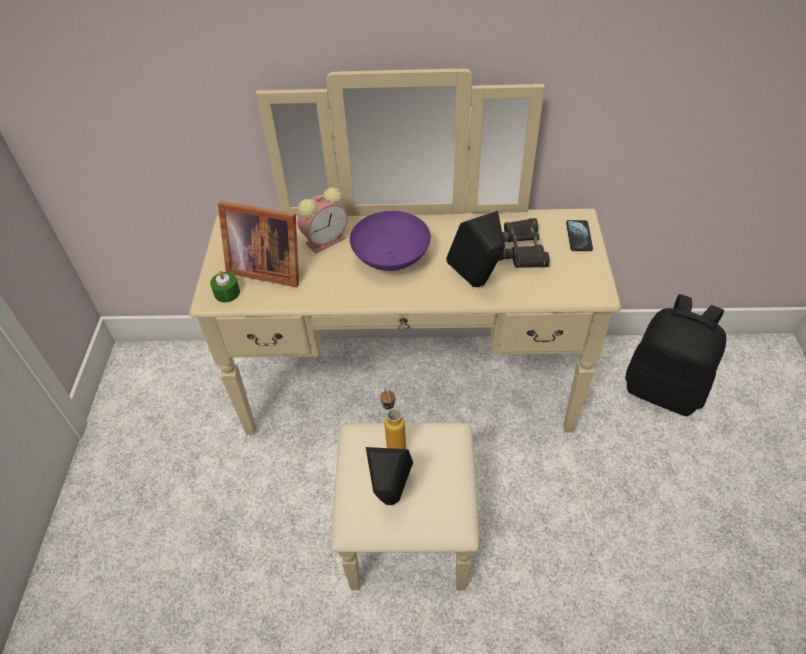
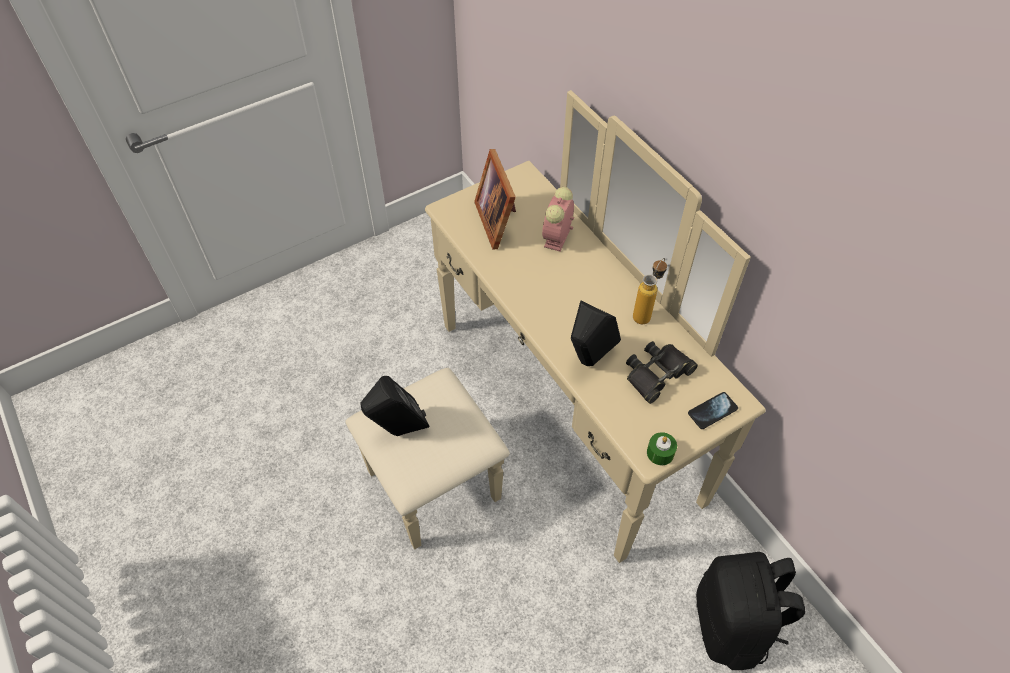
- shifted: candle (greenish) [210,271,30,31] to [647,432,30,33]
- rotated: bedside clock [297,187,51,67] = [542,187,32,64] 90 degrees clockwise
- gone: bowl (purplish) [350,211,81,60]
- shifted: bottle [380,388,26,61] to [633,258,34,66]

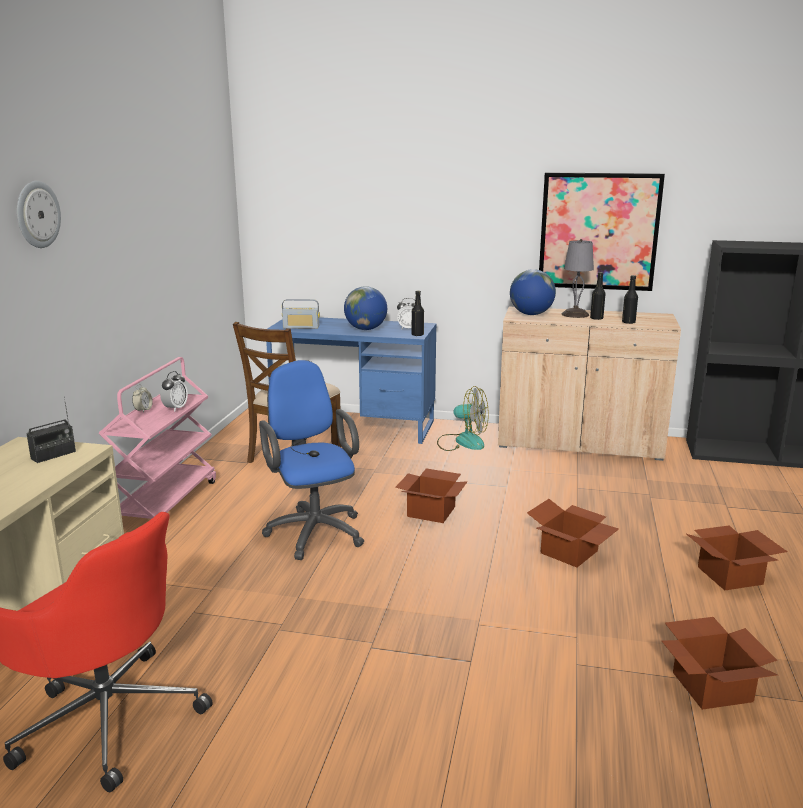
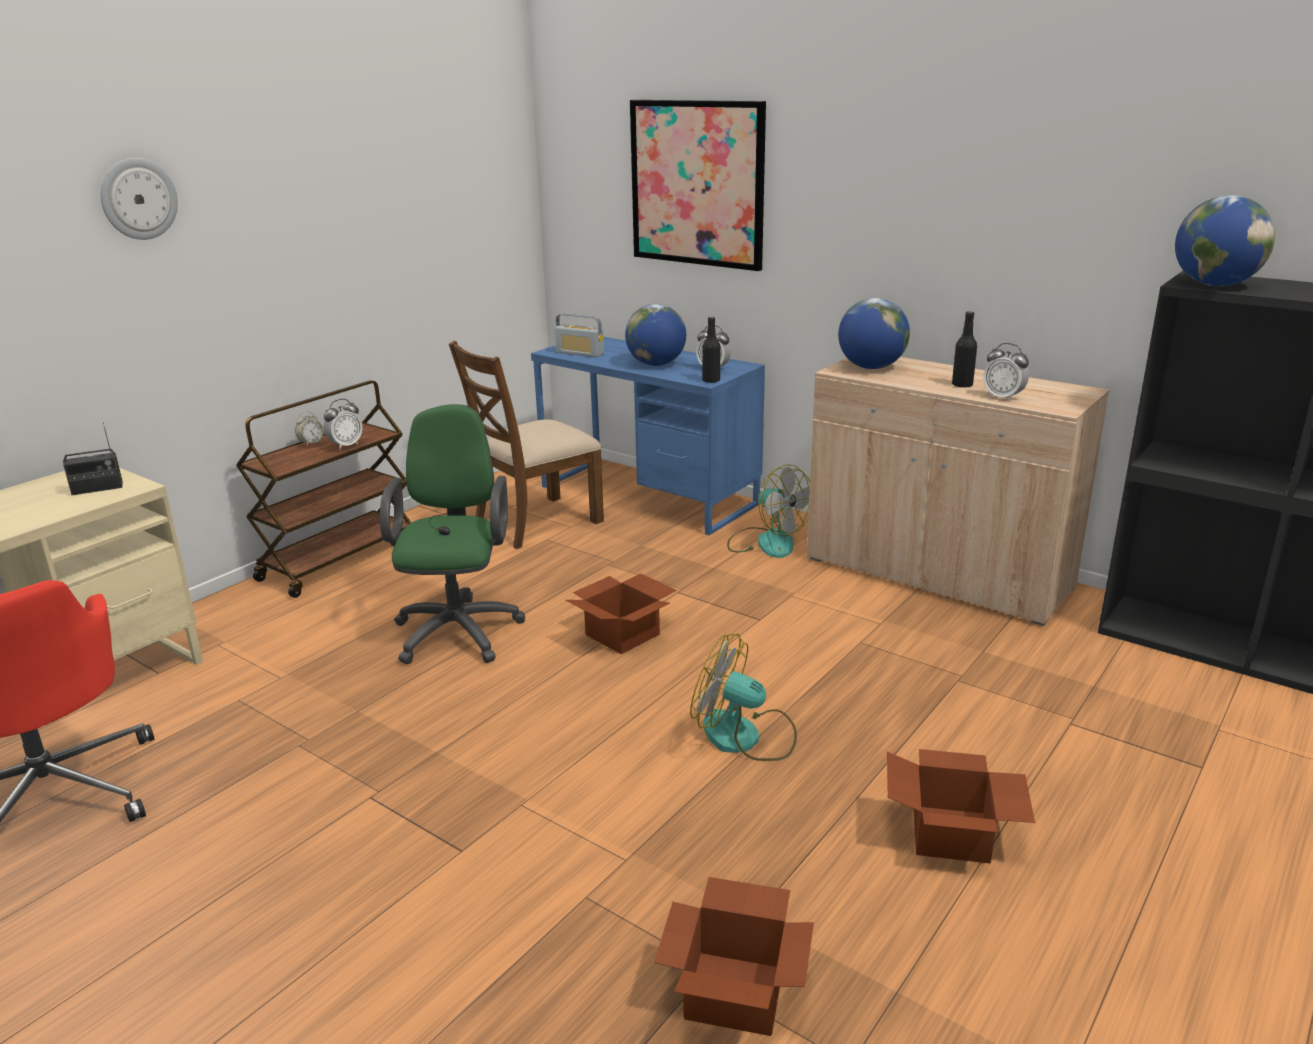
- repainted: wheeled cart (pinkish) [99,357,117,162] to wheeled cart (brownish) [236,380,175,218]
- repainted: computer chair (bluish) [259,360,105,200] to computer chair (greenish) [380,404,146,260]
- swapped: cardboard box [527,499,92,68] to fan [690,634,107,127]
- shifted: wall art [539,172,126,119] to [630,100,136,171]
- gone: tabletop lamp (grey) [562,239,32,79]
- swapped: bottle (black) [622,275,16,49] to bedside clock [983,343,46,59]
- new: globe [1175,195,100,91]

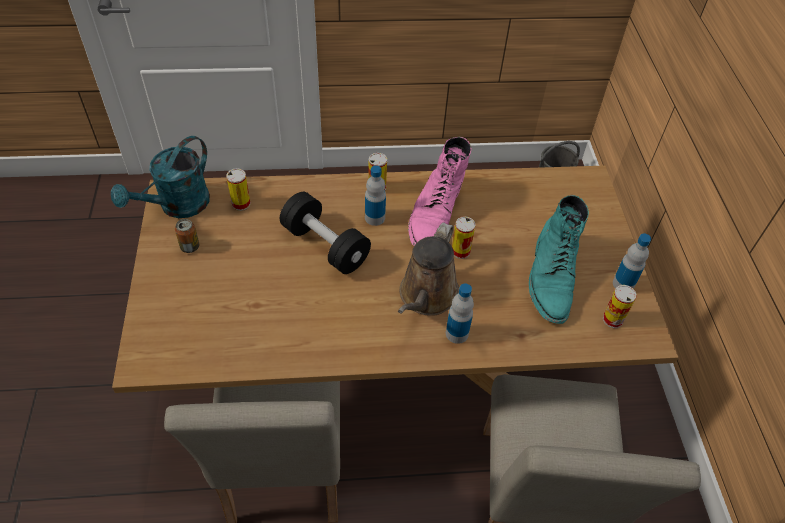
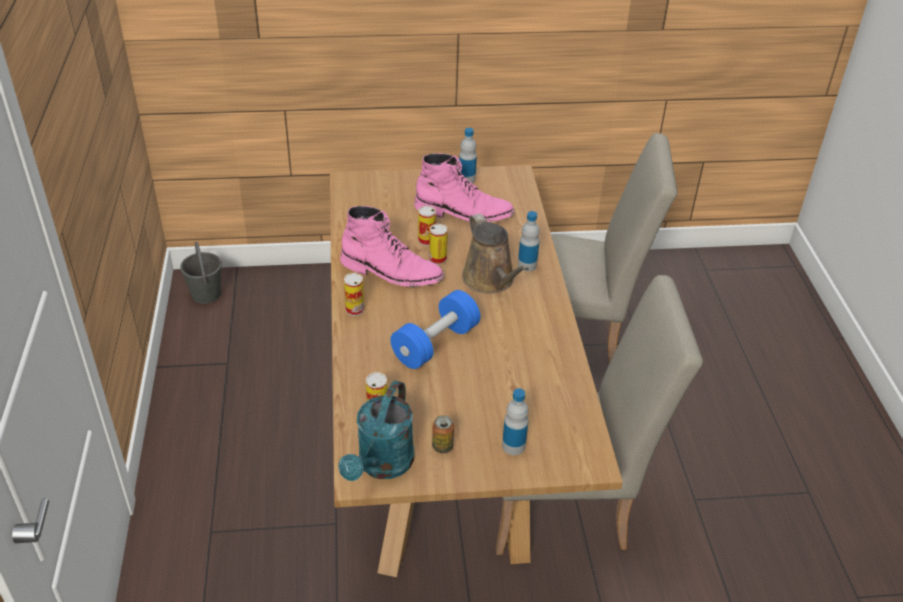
- rotated: watering pot (turquoise-coloured) [111,136,99,82] = [338,380,76,101] 75 degrees clockwise
- repainted: free weight (black) [280,192,91,82] to free weight (bluish) [390,290,90,79]
- shifted: bottle [365,165,21,61] to [502,388,26,67]
- rotated: watering pot (brownish) [398,222,61,94] = [462,213,67,81] 45 degrees clockwise
- repainted: boot (turquoise-coloured) [529,195,60,129] to boot (pinkish) [414,153,100,70]
- shifted: metal can [603,285,34,43] to [418,206,18,40]

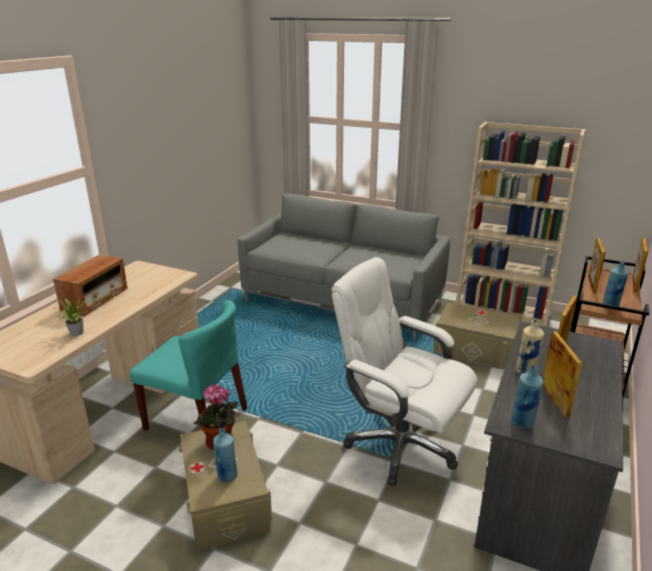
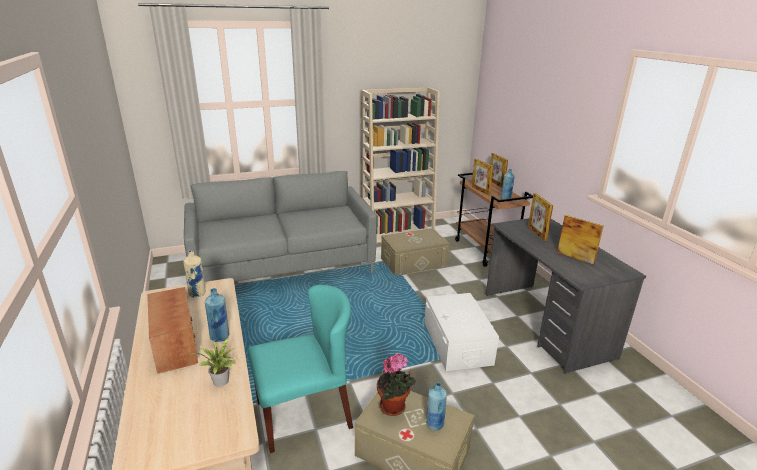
- swapped: computer chair (white) [332,257,146,229] to storage box (white) [424,293,75,78]
- shifted: bottle (bluish) [511,366,33,63] to [205,288,24,54]
- shifted: bottle (beige) [516,320,28,54] to [183,250,23,47]

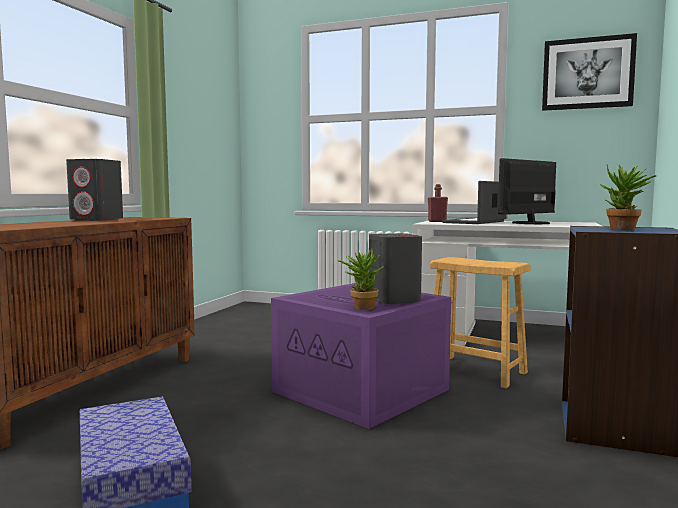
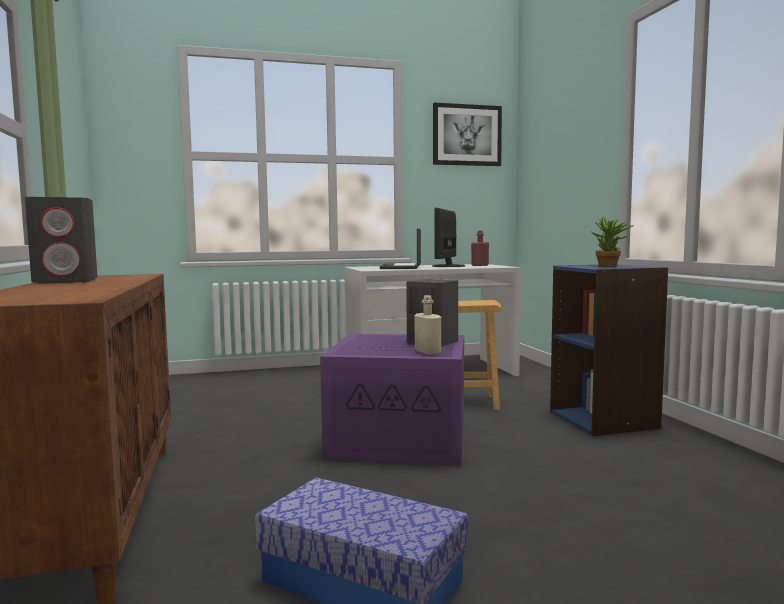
- swapped: plant in a pot [337,250,47,60] to bottle (beige) [414,295,27,60]
- shifted: bottle (red-coloured) [428,184,20,38] to [471,230,18,36]

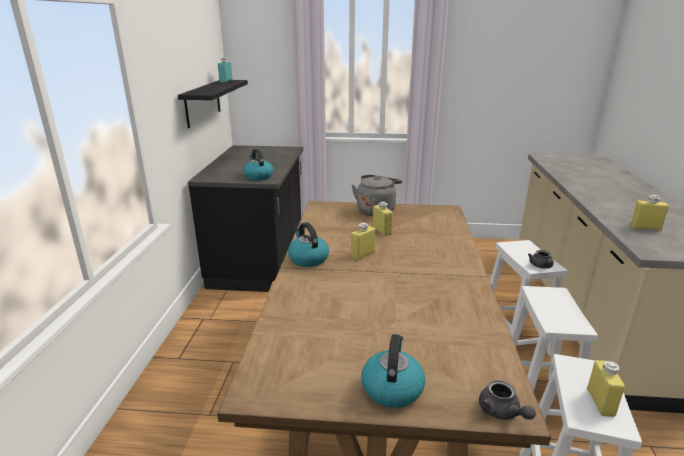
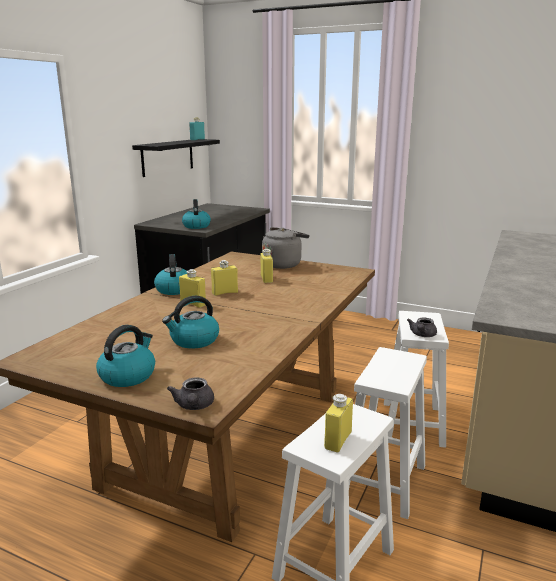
- shifted: bottle (yellowish) [630,195,39,36] to [179,269,27,39]
- new: water kettle [162,296,57,53]

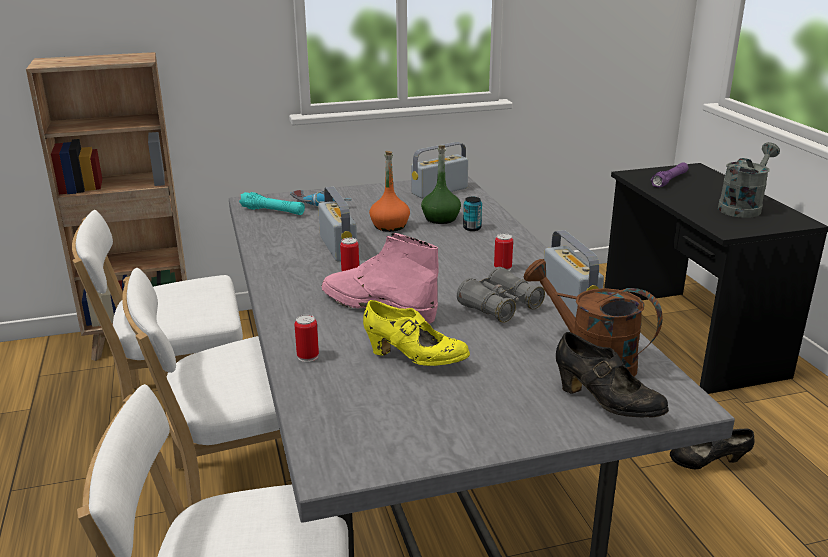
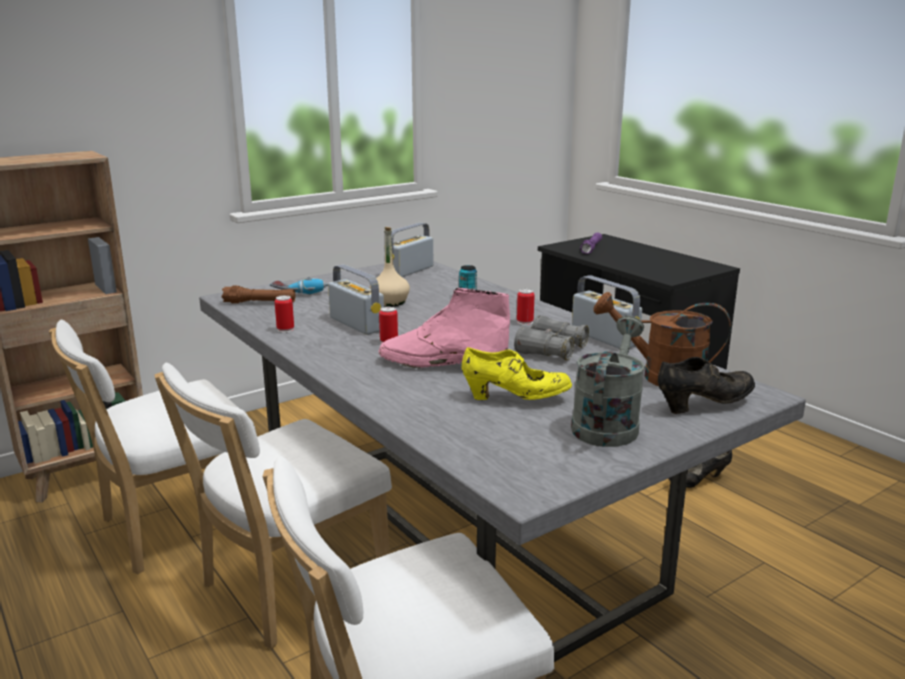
- repainted: flashlight (turquoise-coloured) [239,192,66,23] to flashlight (brownish) [221,286,74,17]
- shifted: metal can [294,315,25,47] to [275,295,19,38]
- repainted: bottle (orangey) [369,151,41,81] to bottle (beige) [370,227,40,80]
- gone: bottle (greenish) [421,145,40,79]
- rotated: low shoe (black) [556,332,113,85] = [658,357,97,57] 45 degrees counterclockwise
- shifted: watering pot (grey) [718,142,62,76] to [571,316,74,131]

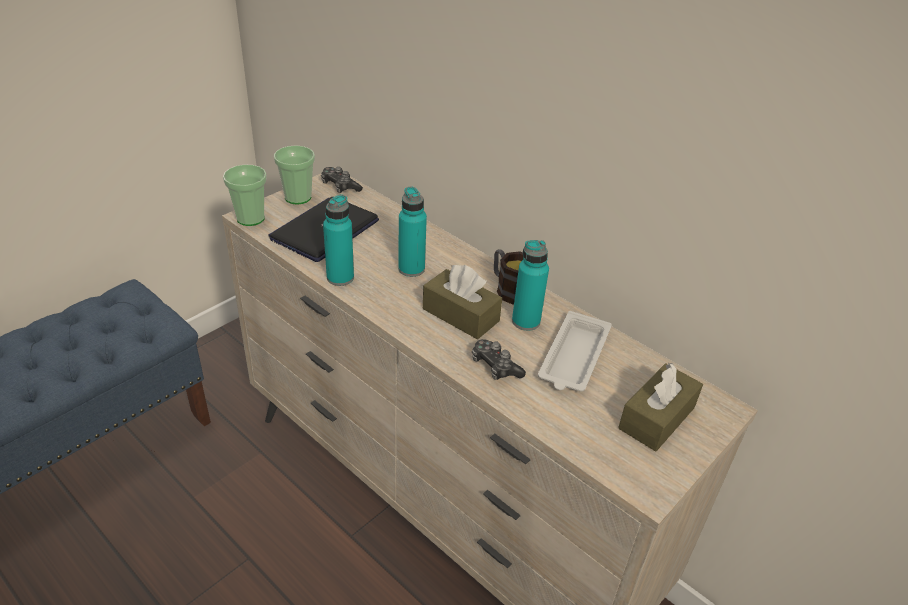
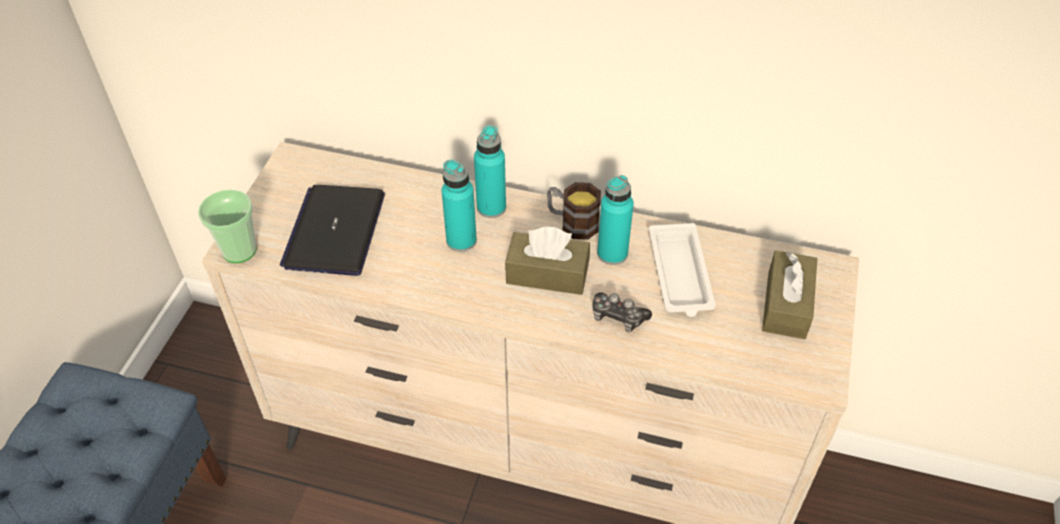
- gone: small cup [274,145,41,60]
- gone: game controller [321,167,42,26]
- shifted: bottle (turquoise-coloured) [323,195,31,91] to [474,125,32,93]

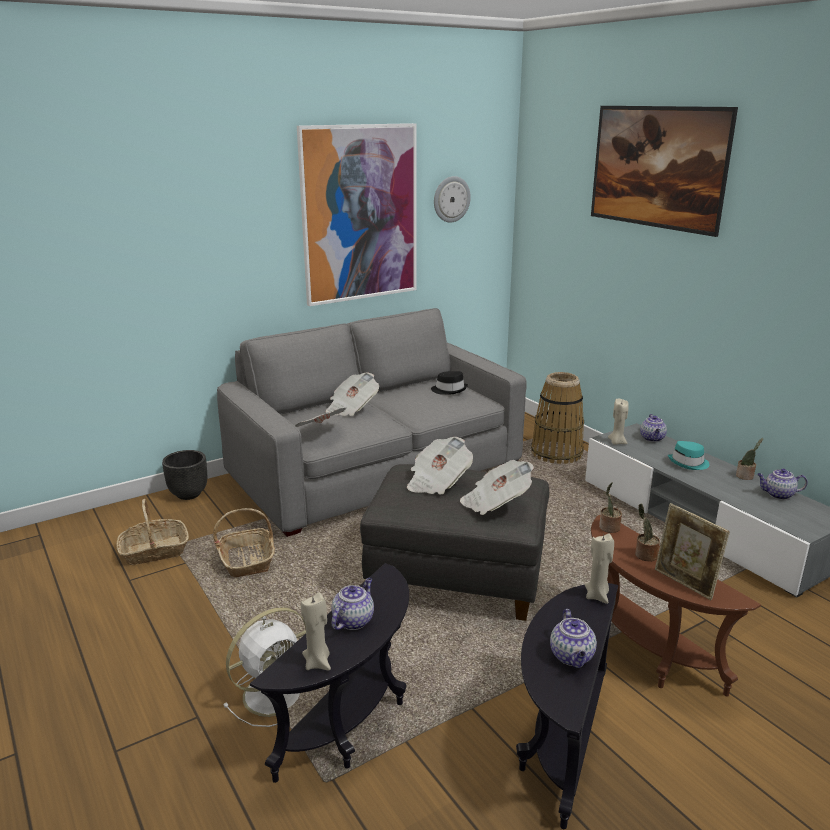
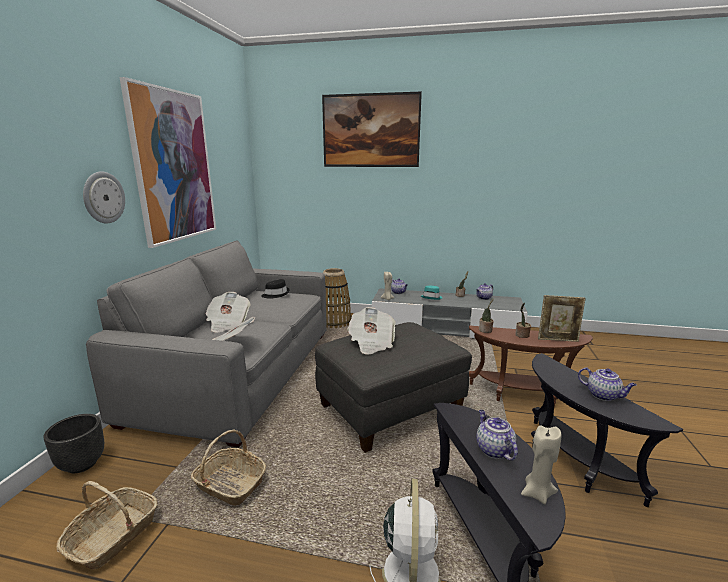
- shifted: wall clock [434,176,37,47] to [83,171,42,52]
- gone: newspaper [460,460,74,55]
- gone: candle (beige) [585,534,29,70]

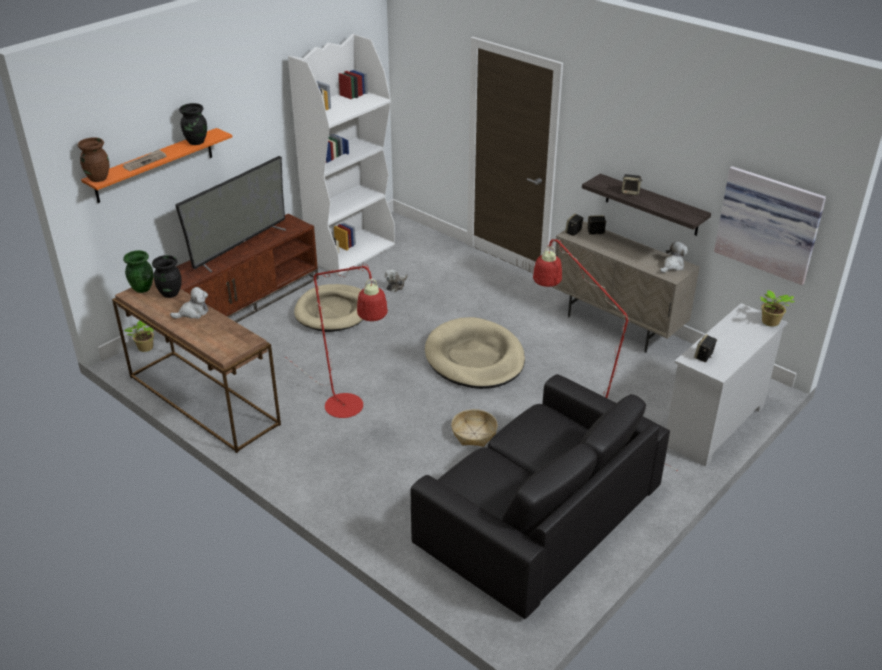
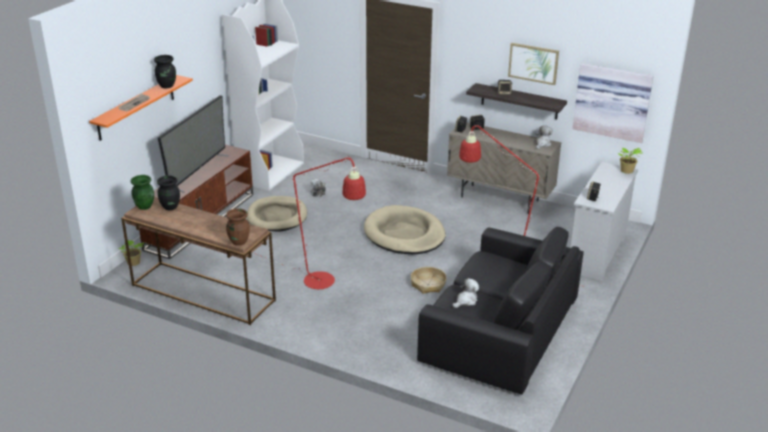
- shifted: decorative vase (brownish) [77,137,32,45] to [226,208,24,38]
- shifted: soft toy [170,287,38,32] to [452,278,27,30]
- new: wall art [508,43,51,42]

